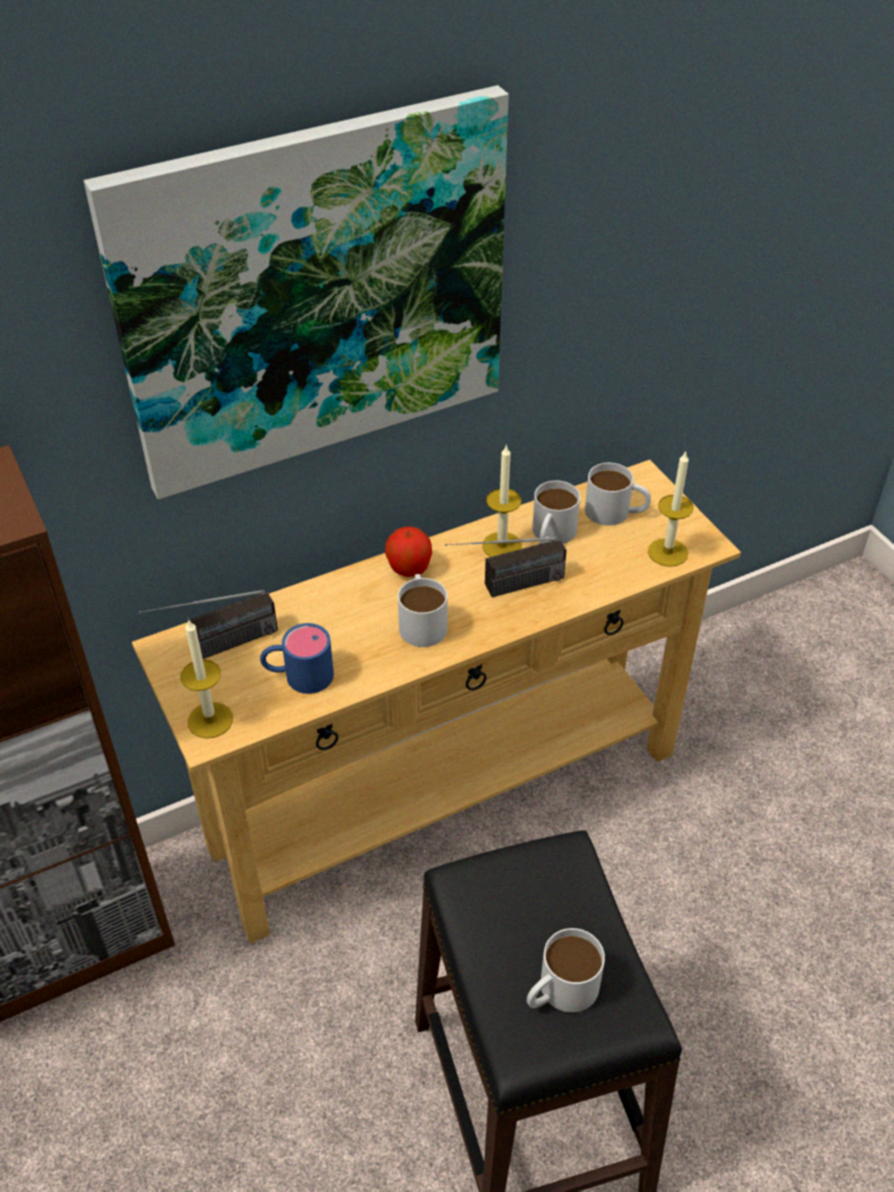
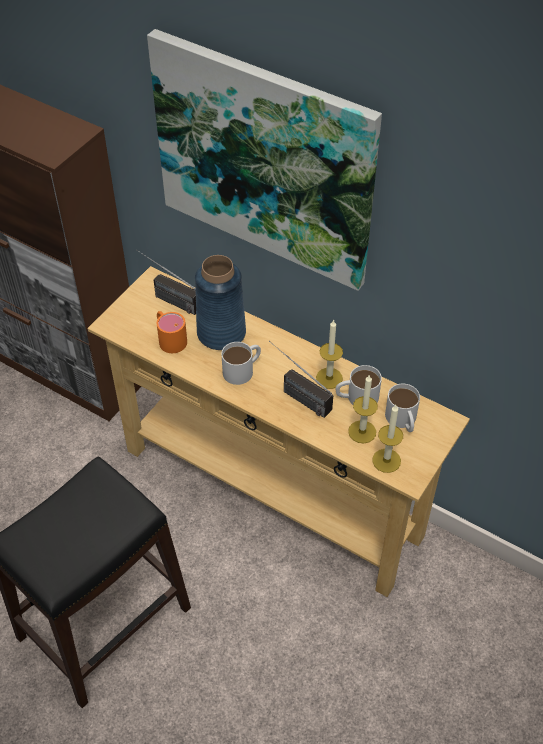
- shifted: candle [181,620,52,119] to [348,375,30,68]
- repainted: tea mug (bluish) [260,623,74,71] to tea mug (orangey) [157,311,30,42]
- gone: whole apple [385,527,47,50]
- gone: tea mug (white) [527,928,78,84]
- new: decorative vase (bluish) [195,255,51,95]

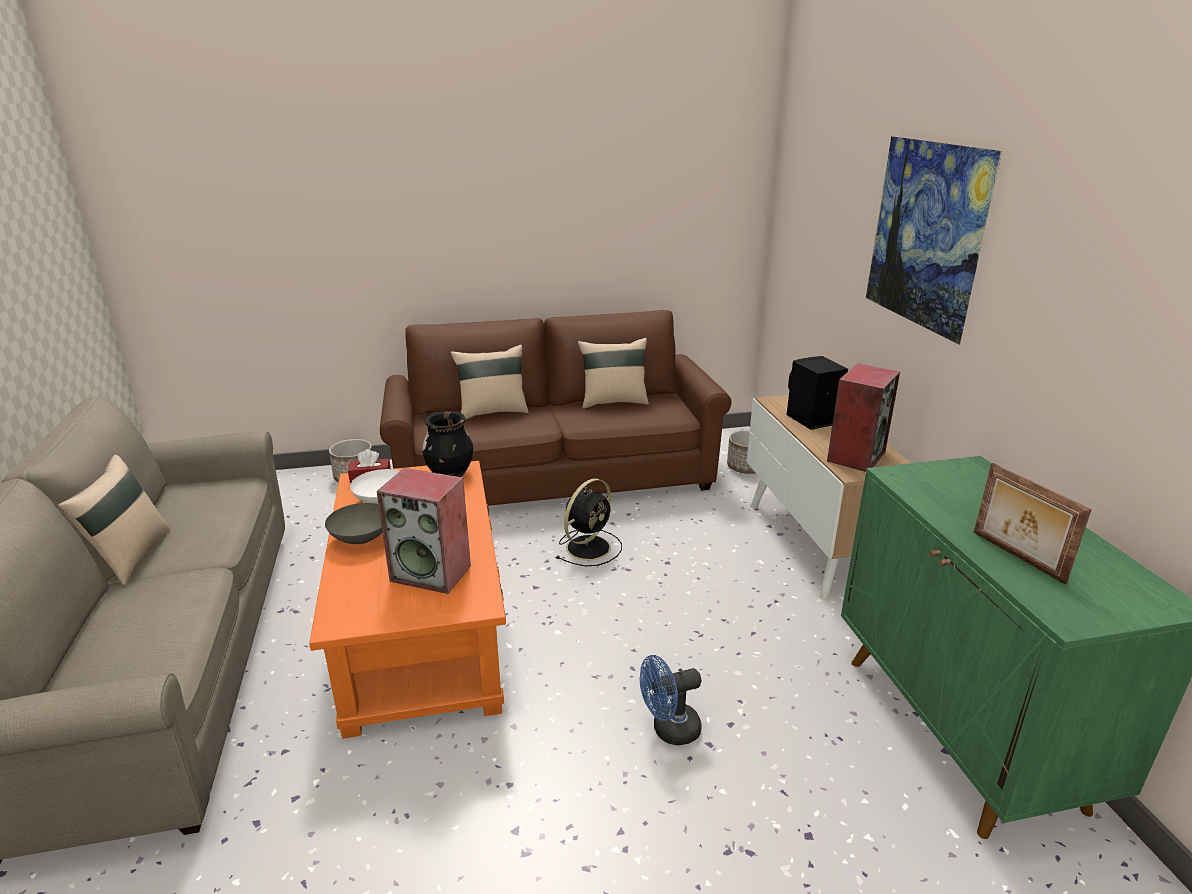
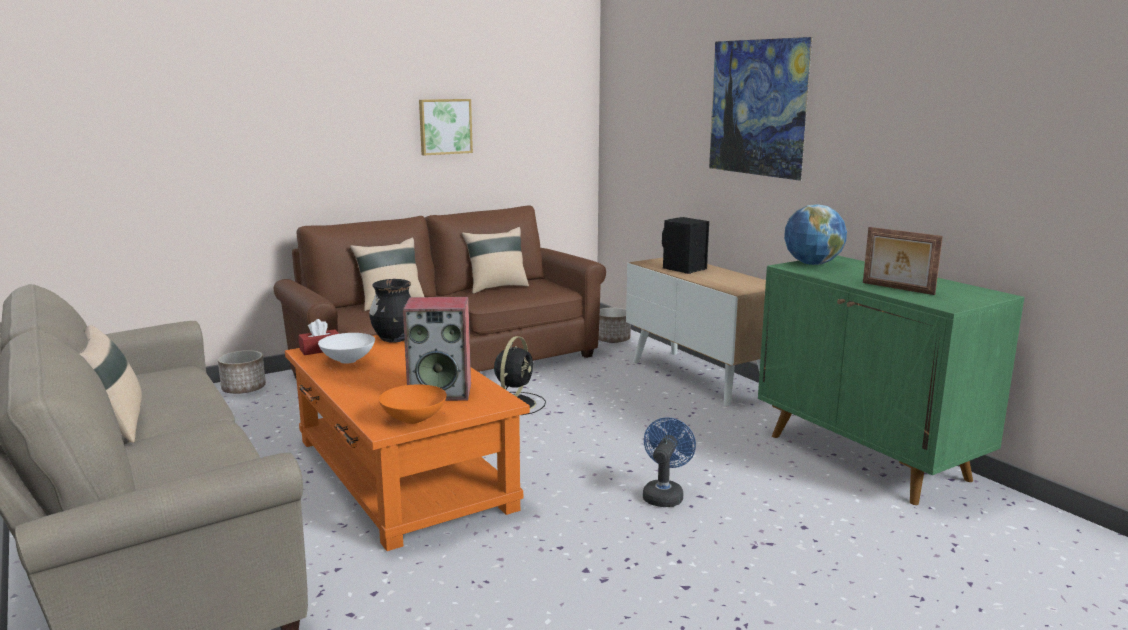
- gone: bowl (grey) [325,503,57,41]
- rotated: fan (bluish) [640,655,61,90] = [643,417,53,90] 150 degrees clockwise
- gone: speaker [827,363,73,109]
- new: bowl (orangey) [379,384,68,40]
- new: wall art [419,99,54,56]
- new: globe [784,204,63,61]

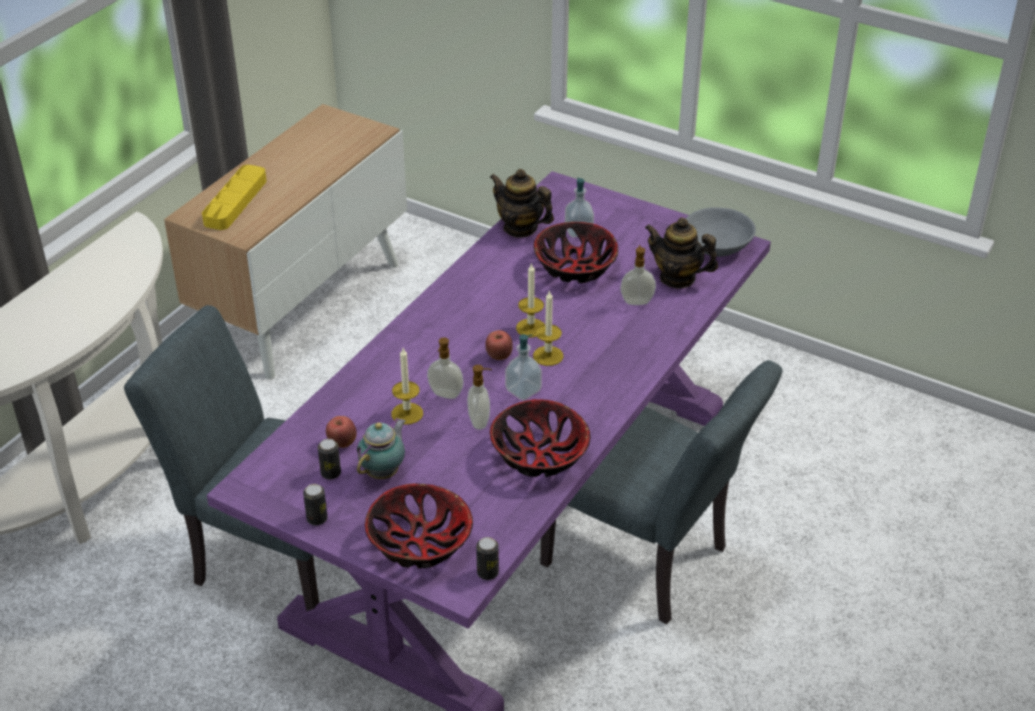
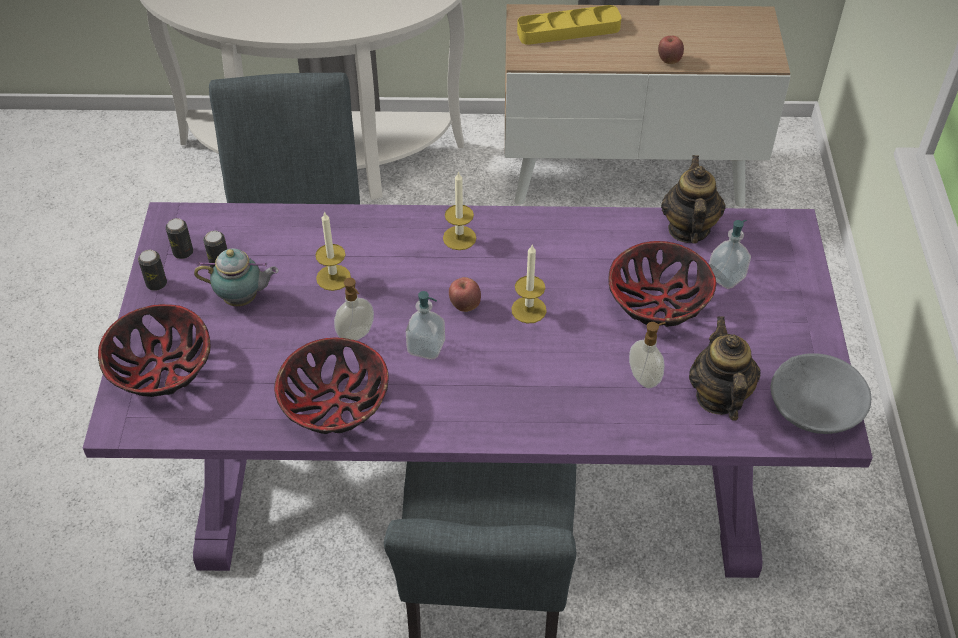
- shifted: whole apple [326,416,31,32] to [658,36,26,28]
- gone: soap dispenser [427,337,37,62]
- shifted: metal can [476,537,23,43] to [166,218,27,41]
- shifted: candle [533,290,30,76] to [443,171,33,79]

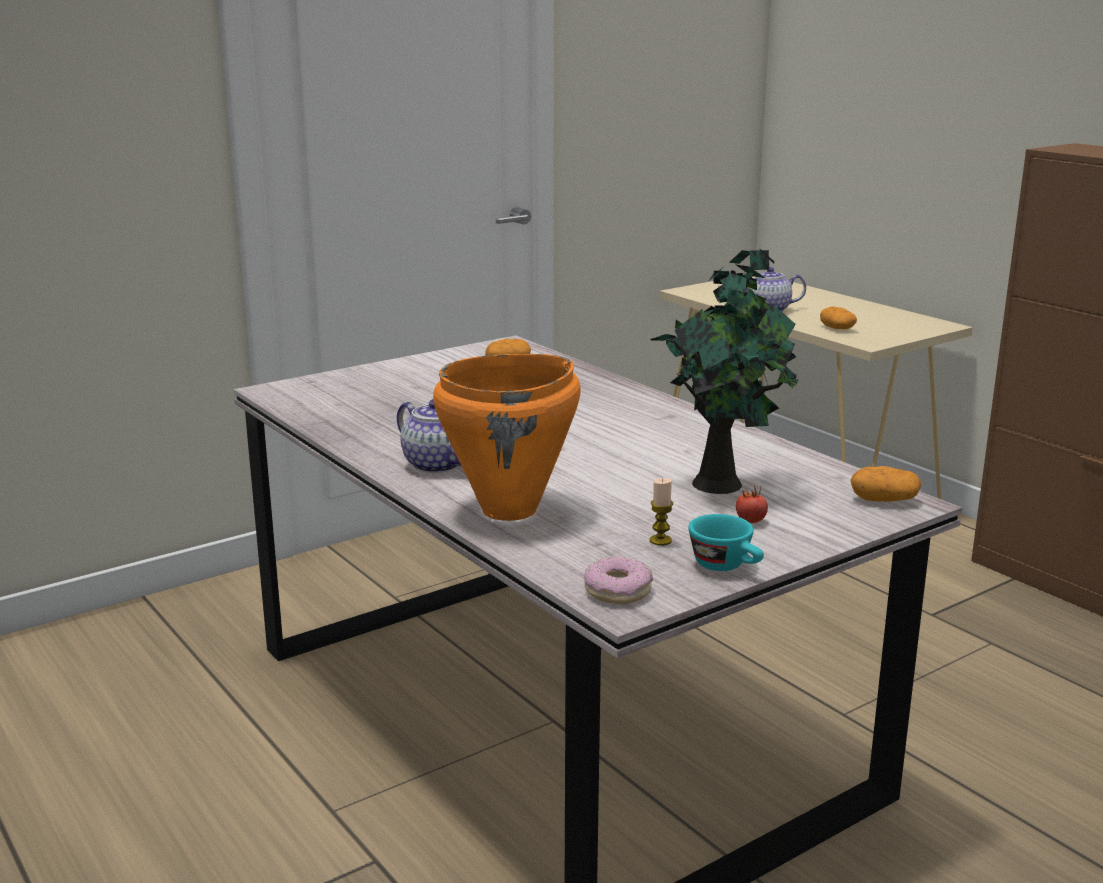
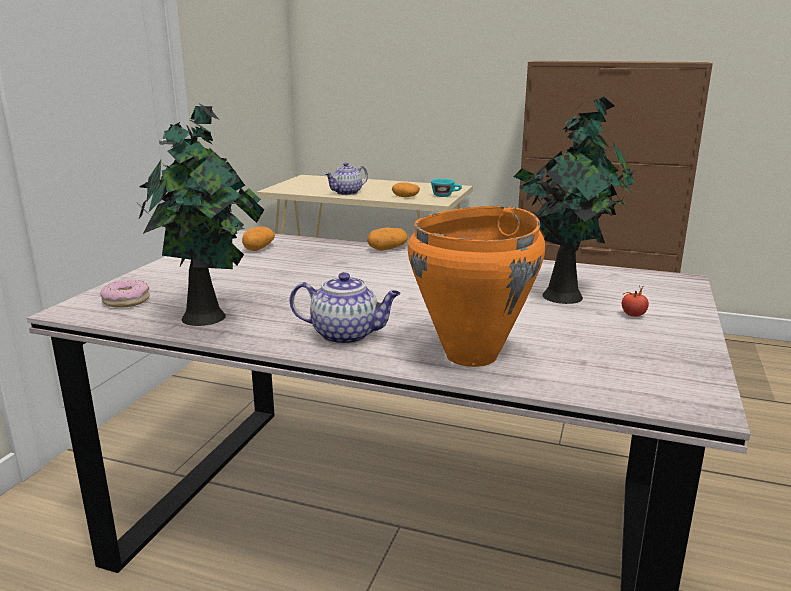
- shifted: doughnut [584,556,69,48] to [100,280,50,28]
- gone: candle [650,478,23,68]
- shifted: small cup (turquoise-coloured) [688,514,76,57] to [431,179,31,18]
- shifted: spud [850,466,71,36] to [367,227,41,24]
- new: plant in a pot [139,104,125,222]

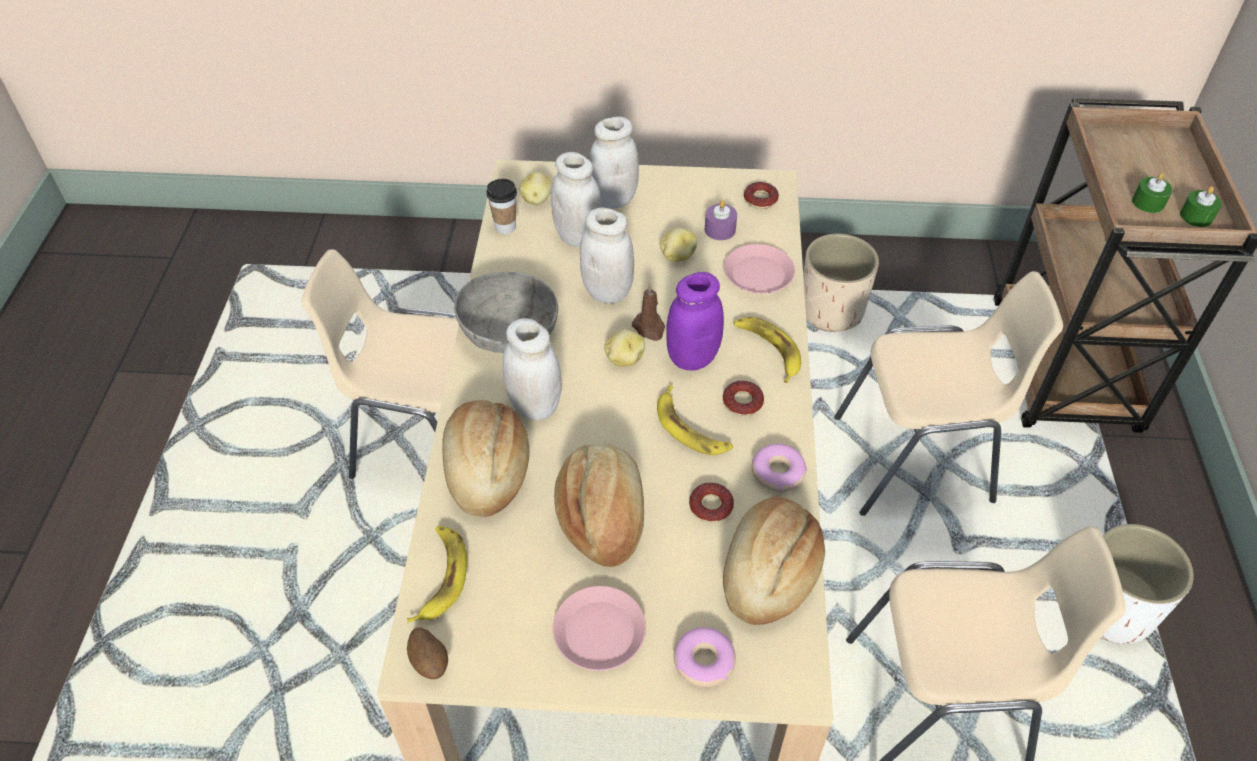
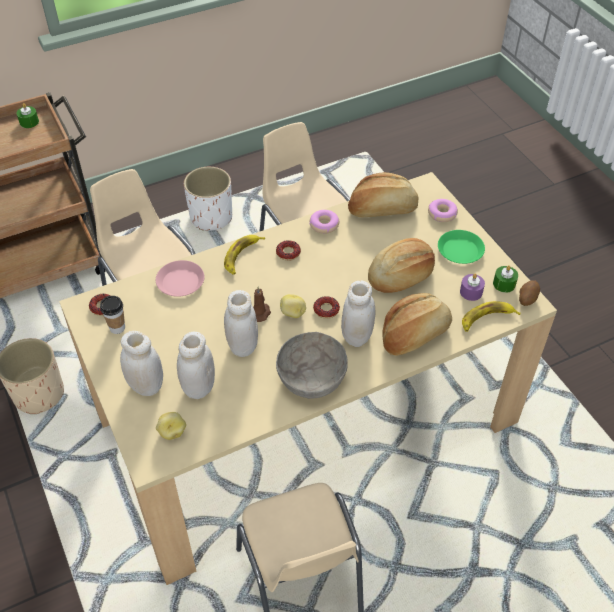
- shifted: small cup [486,179,31,55] to [100,296,25,38]
- repainted: plate (pinkish) [553,586,93,85] to plate (greenish) [438,230,47,34]
- gone: banana fruit [657,385,76,70]
- gone: spud [660,228,37,34]
- gone: storage jar (purplish) [666,272,58,99]
- shifted: doughnut [689,483,45,40] to [313,296,27,23]
- shifted: candle (purplish) [705,200,32,40] to [460,274,25,27]
- shifted: candle (greenish) [1132,173,40,40] to [493,265,25,28]

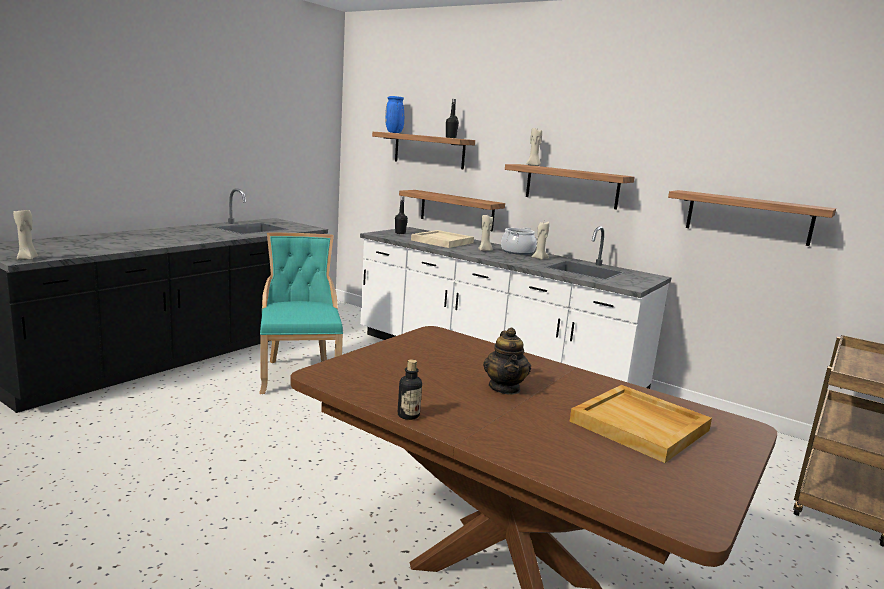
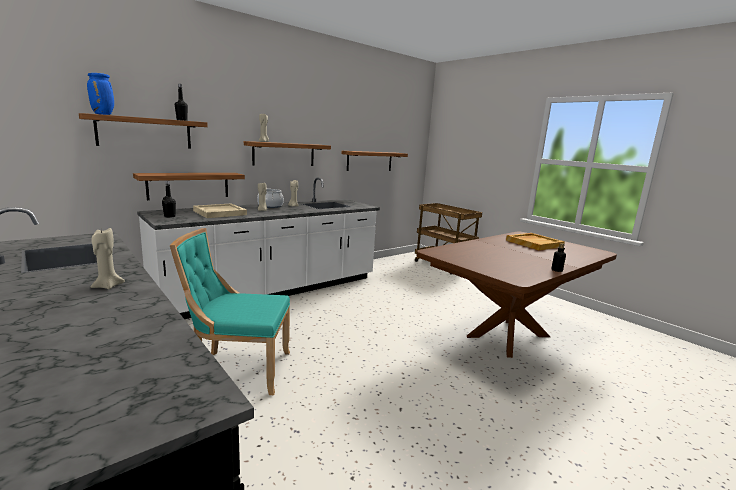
- shifted: candle (beige) [13,210,25,50] to [91,228,34,61]
- gone: tea pot [483,328,48,67]

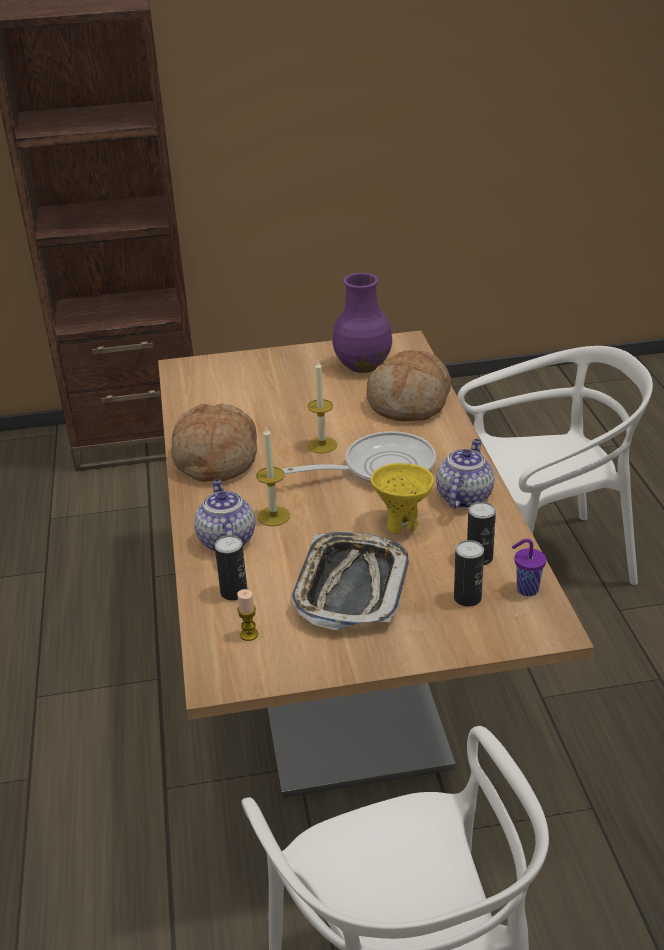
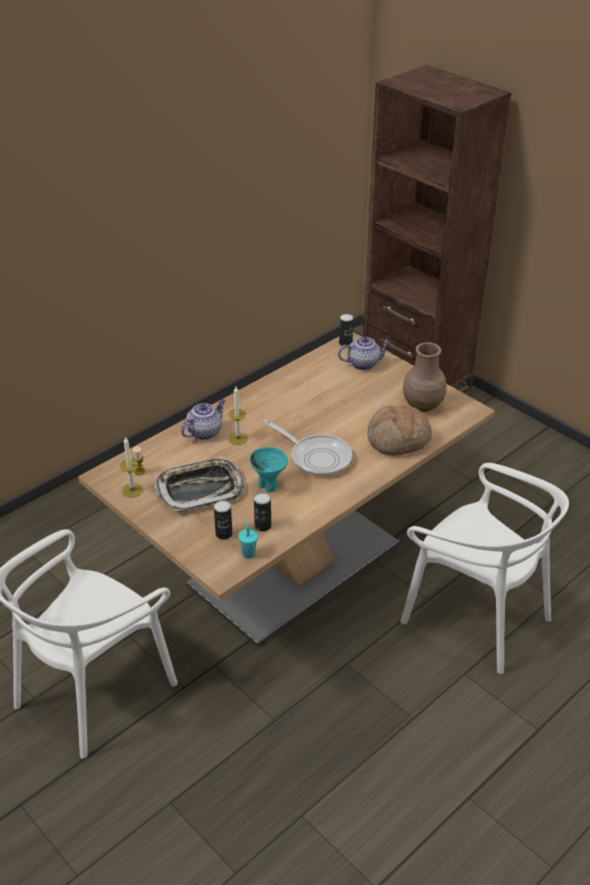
- gone: bread [171,404,86,78]
- shifted: metal can [215,535,32,66] to [339,314,14,32]
- shifted: candle [307,361,30,92] to [120,437,23,61]
- repainted: decorative vase (purplish) [332,273,60,100] to decorative vase (brownish) [403,342,44,70]
- repainted: bowl (yellowish) [371,463,63,71] to bowl (turquoise-coloured) [249,447,39,46]
- shifted: tea pot [436,439,58,70] to [338,337,52,33]
- repainted: small cup (purplish) [512,539,34,57] to small cup (turquoise-coloured) [238,522,20,37]

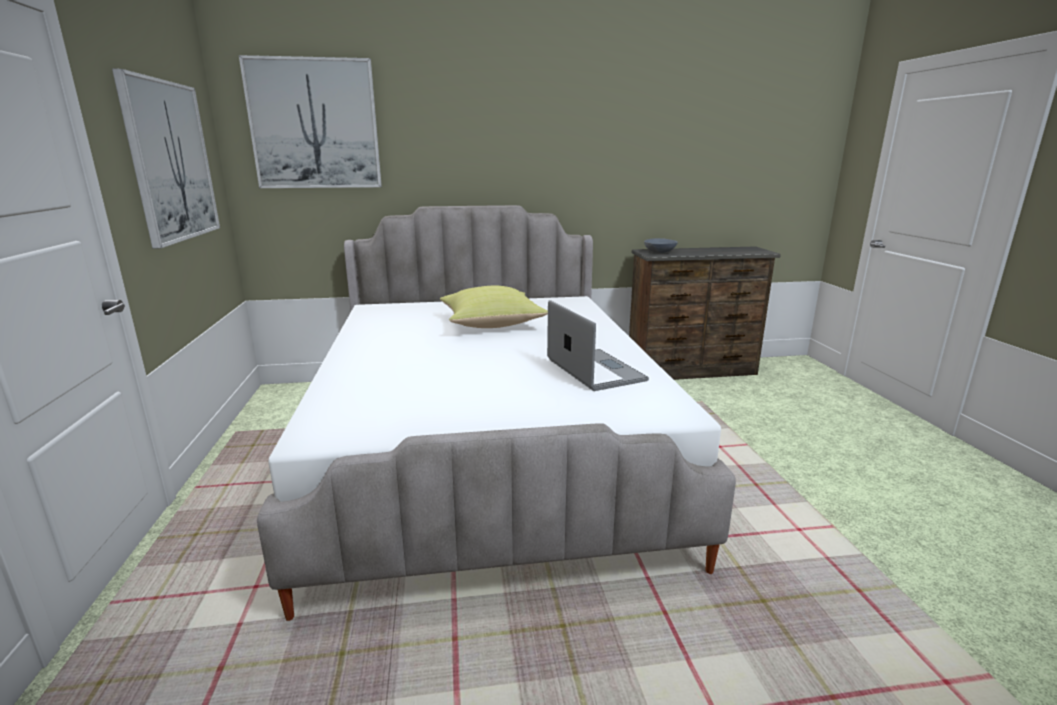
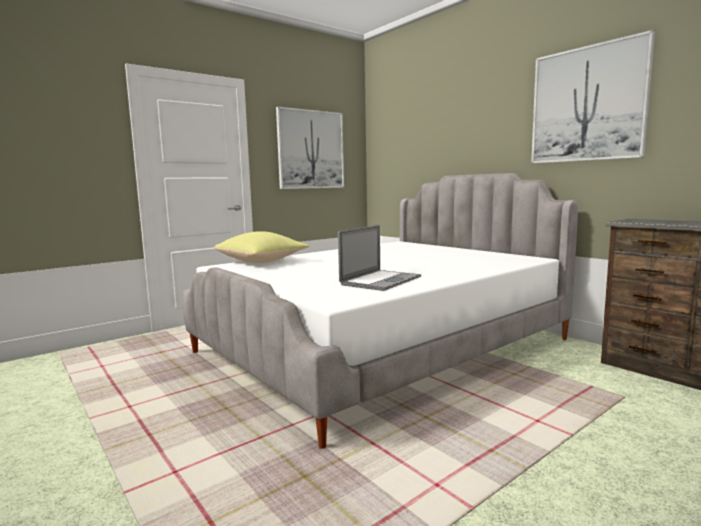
- shifted: wall art [239,55,143,133] to [531,30,124,134]
- shifted: throw pillow (yellowish) [440,286,108,42] to [214,231,95,32]
- gone: bowl (grey) [644,238,34,15]

